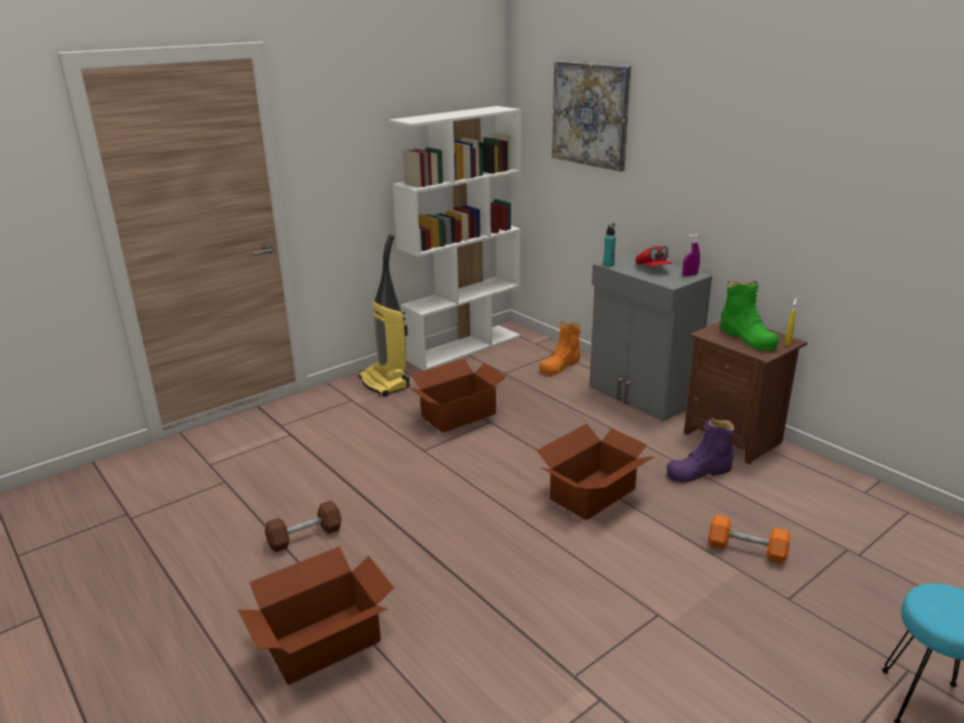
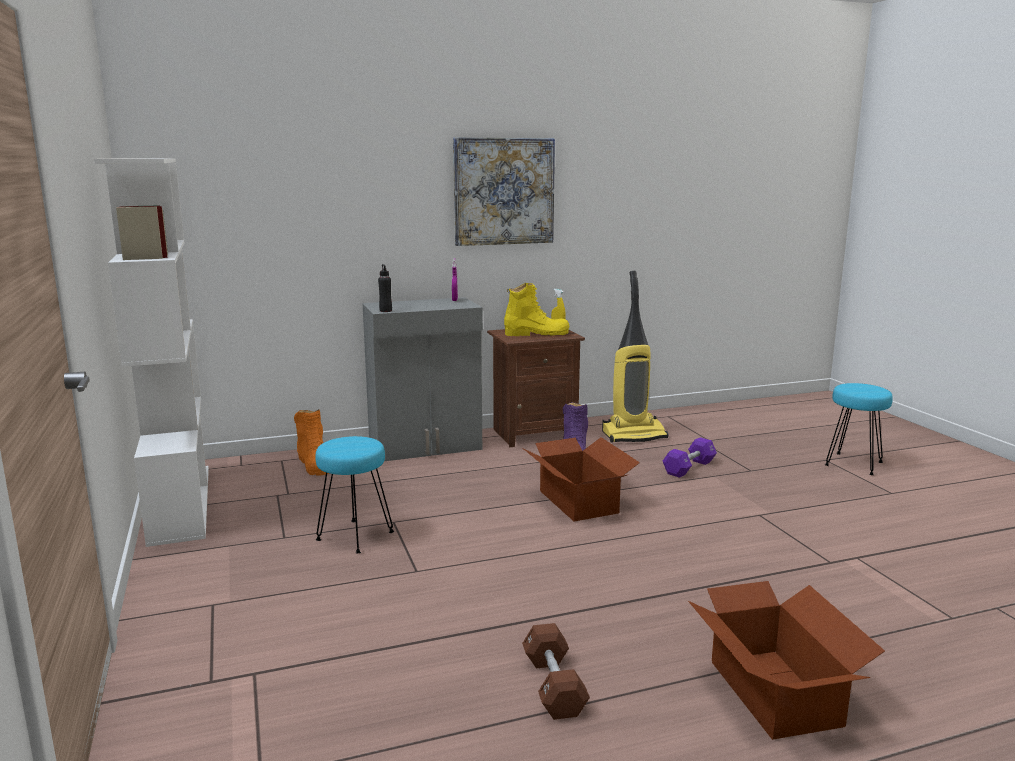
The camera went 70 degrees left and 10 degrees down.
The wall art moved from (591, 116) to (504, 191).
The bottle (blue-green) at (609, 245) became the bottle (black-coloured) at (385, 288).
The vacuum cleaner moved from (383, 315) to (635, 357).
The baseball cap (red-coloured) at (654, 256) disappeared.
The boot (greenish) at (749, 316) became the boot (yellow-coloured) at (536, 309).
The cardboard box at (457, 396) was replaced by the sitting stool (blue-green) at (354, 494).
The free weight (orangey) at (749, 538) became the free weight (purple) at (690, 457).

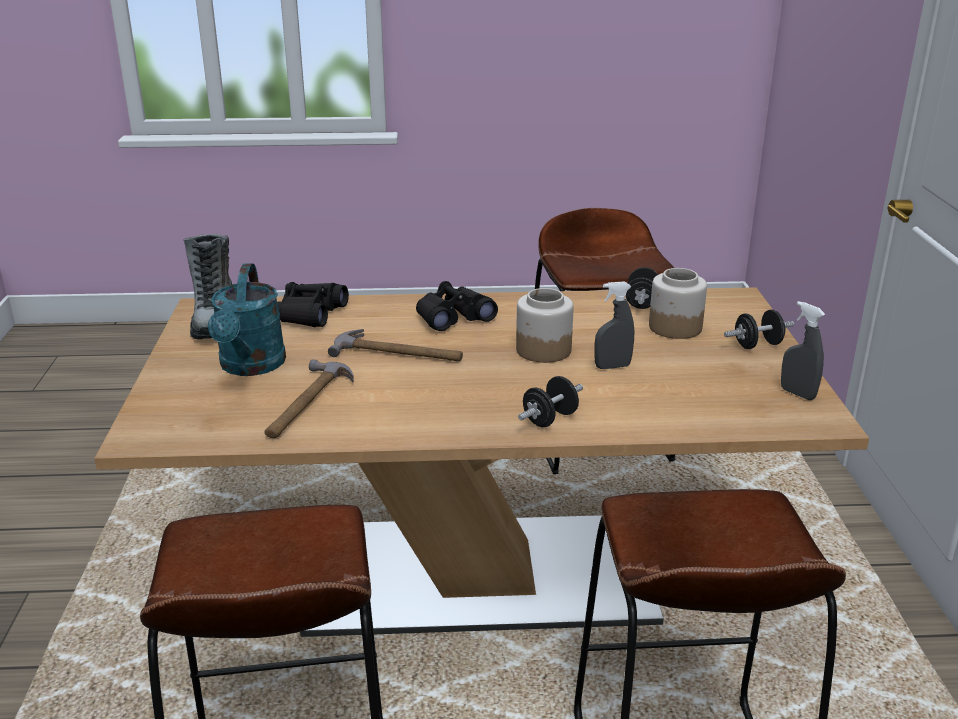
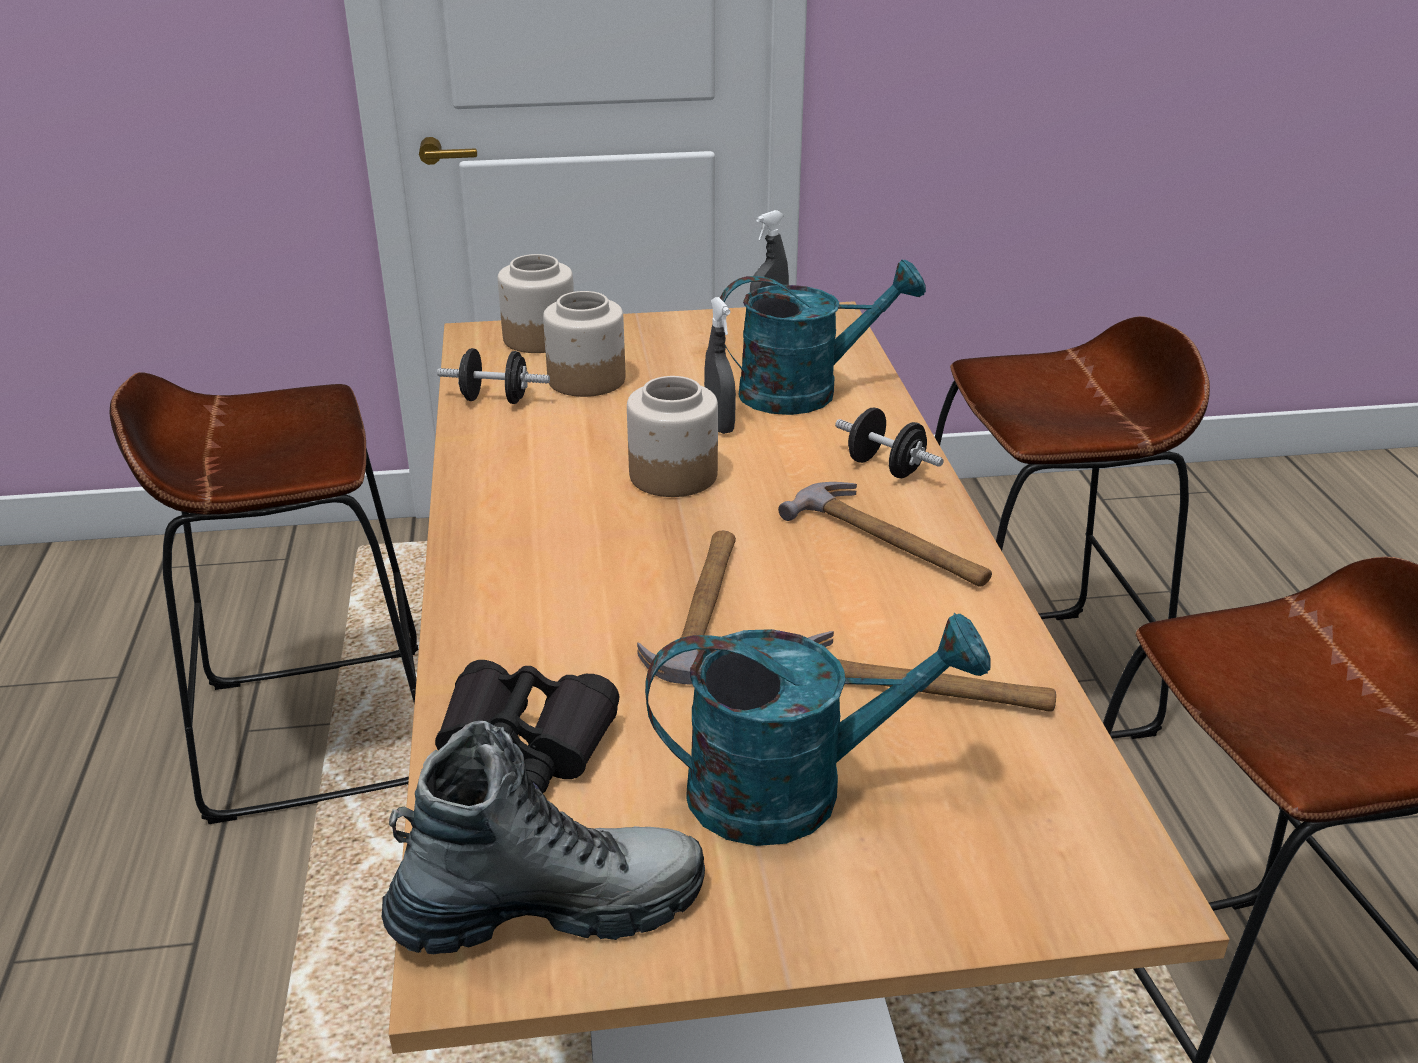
The camera went 95 degrees left and 5 degrees up.
The field glasses (black-coloured) at (457, 306) disappeared.
The free weight (black-coloured) at (759, 329) disappeared.
The storage jar at (536, 303) appeared.
The watering pot (blue-green) at (823, 337) appeared.
The tool hammer at (885, 534) appeared.

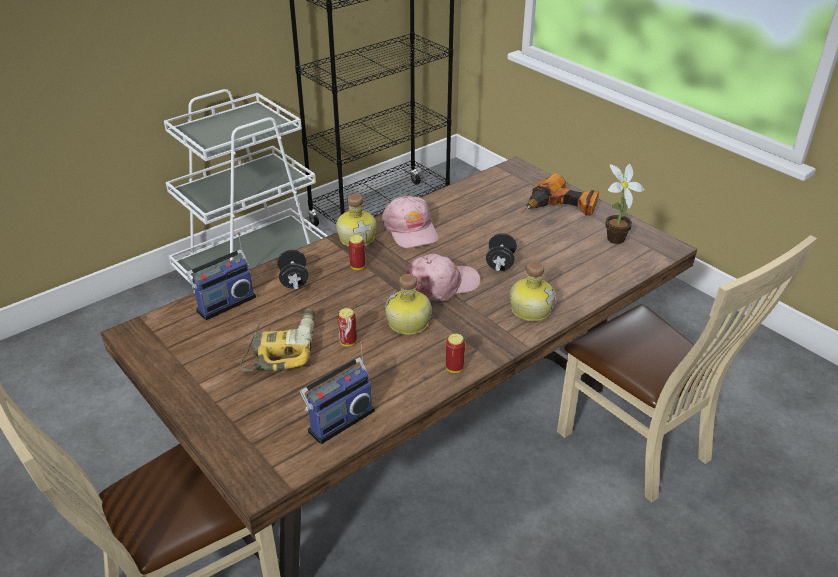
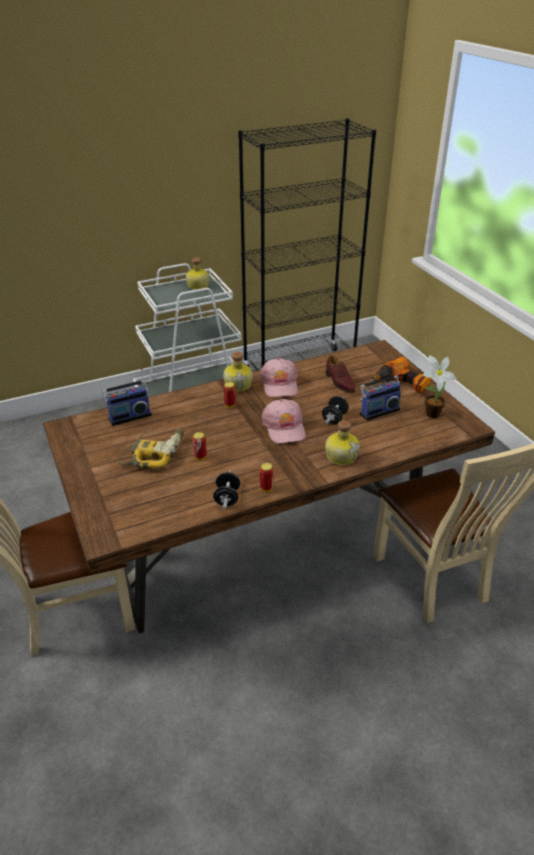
The camera went 15 degrees right and 0 degrees up.
The free weight (black-coloured) moved from (293, 269) to (226, 489).
The baseball cap (pink) at (443, 278) turned 90 degrees clockwise.
The bottle moved from (408, 304) to (197, 274).
The radio set moved from (337, 392) to (380, 392).
The item of footwear (brownish) at (340, 374) appeared.

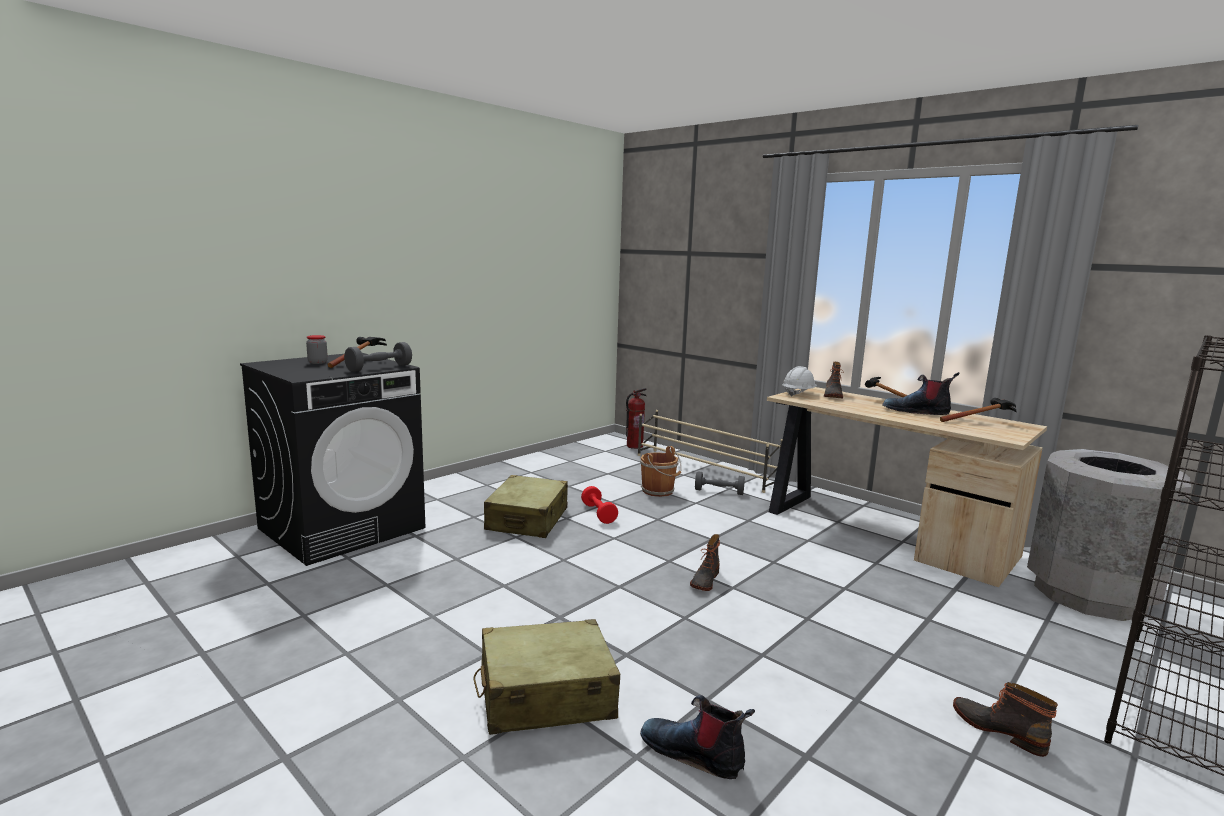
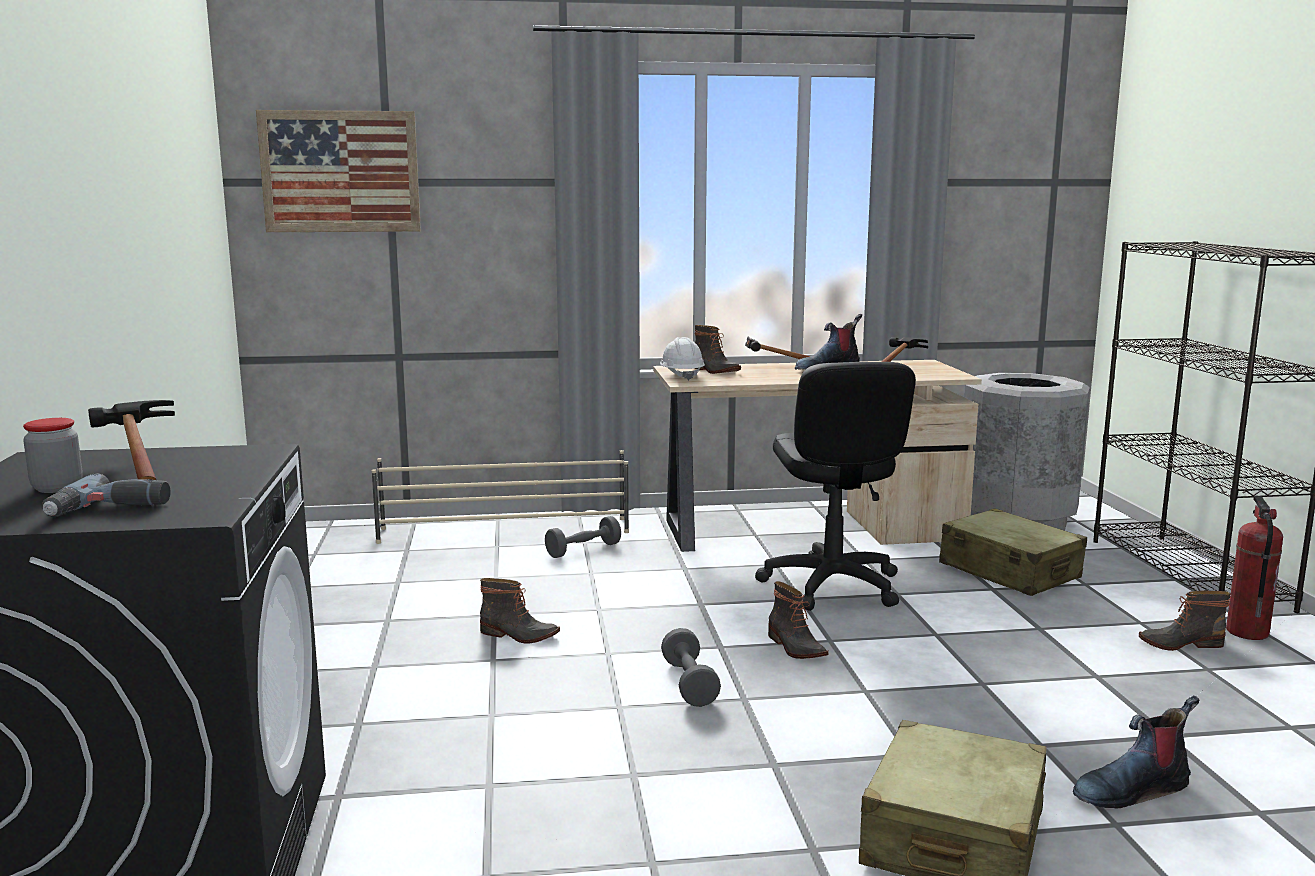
The camera went 50 degrees left and 0 degrees up.
The free weight (grey) moved from (378, 357) to (691, 667).
The extinguisher moved from (636, 418) to (1254, 567).
The pail (brownish) at (661, 471) disappeared.
The travel case (beige-coloured) moved from (526, 506) to (1013, 552).
The free weight (red-coloured) at (599, 505) was replaced by the boot at (520, 611).
The wall art at (338, 171) appeared.
The desk chair (black-coloured) at (835, 486) appeared.
The drill at (106, 495) appeared.

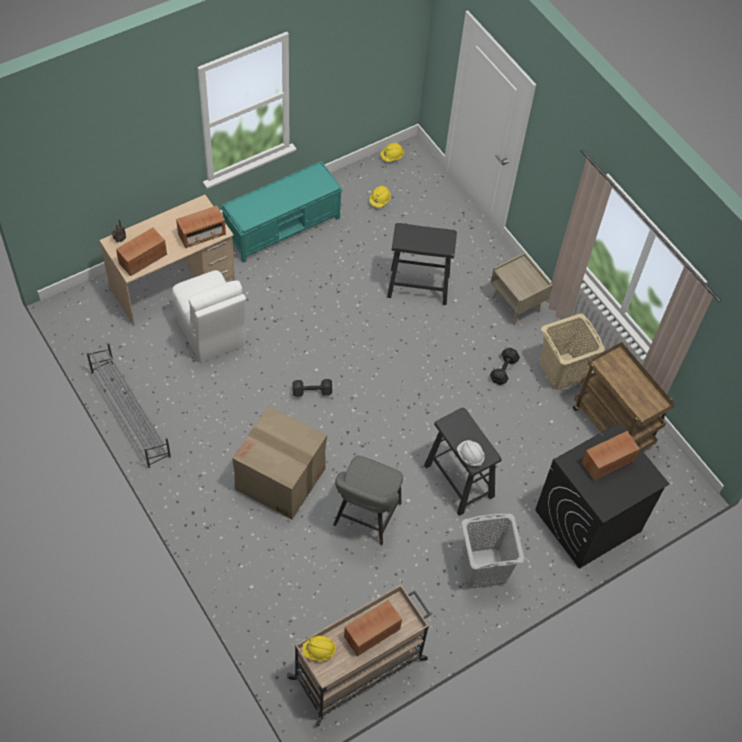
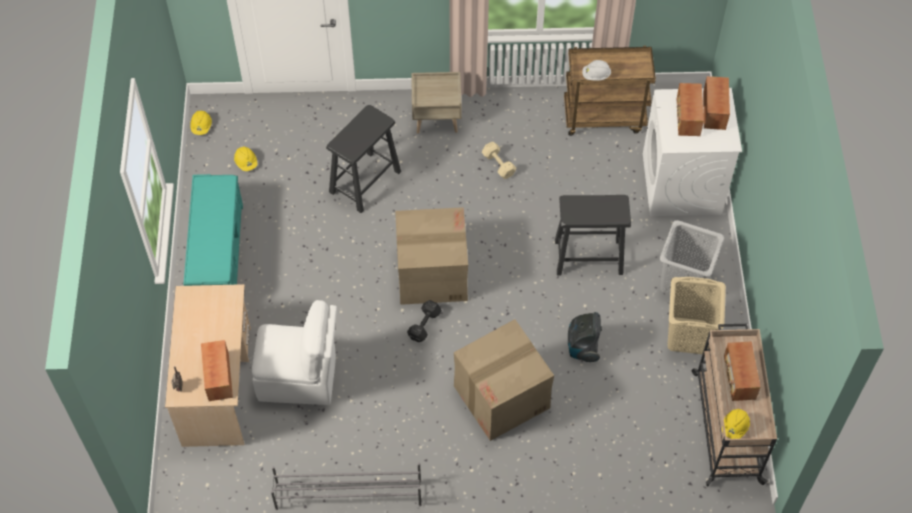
The camera went 55 degrees left and 0 degrees up.
The radio set moved from (201, 227) to (716, 103).
The washing basket (beige-coloured) moved from (572, 352) to (696, 315).
The free weight (black-coloured) at (505, 366) became the free weight (beige-coloured) at (499, 160).
The laundry machine (black-coloured) at (602, 496) became the laundry machine (white-coloured) at (692, 152).
The work helmet (white-coloured) moved from (471, 453) to (596, 70).
The sitting stool (grey) at (368, 500) was replaced by the vacuum cleaner at (585, 337).
The cardboard box at (431, 256) appeared.

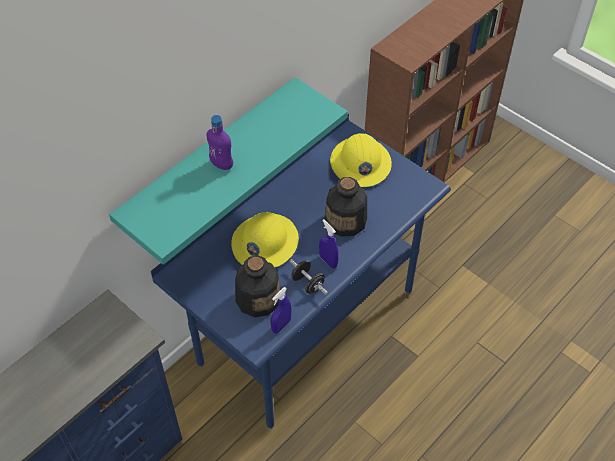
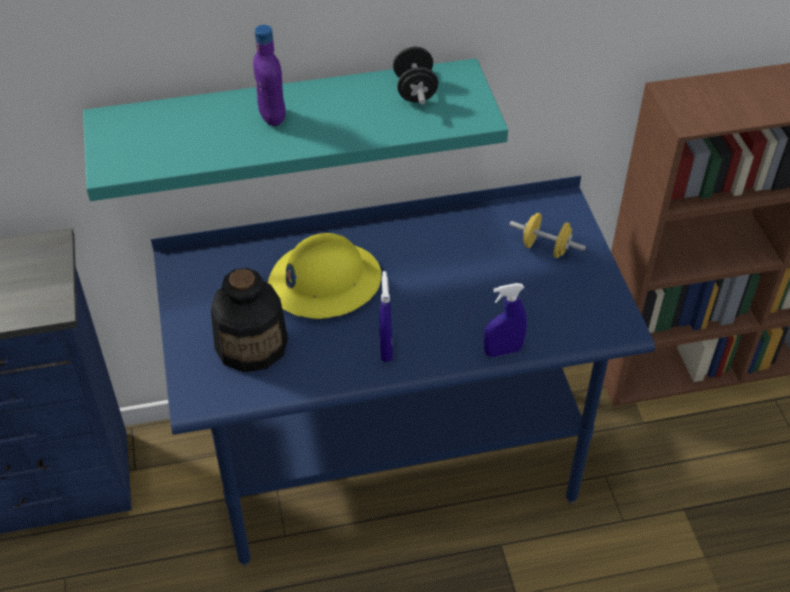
The camera went 35 degrees right and 5 degrees down.
The work helmet (yellow-coloured) at (361, 160) was replaced by the free weight (yellow-coloured) at (547, 235).
The bottle at (345, 207) disappeared.
The free weight (black-coloured) moved from (308, 277) to (415, 75).
The spray bottle (bluish) moved from (281, 310) to (505, 320).

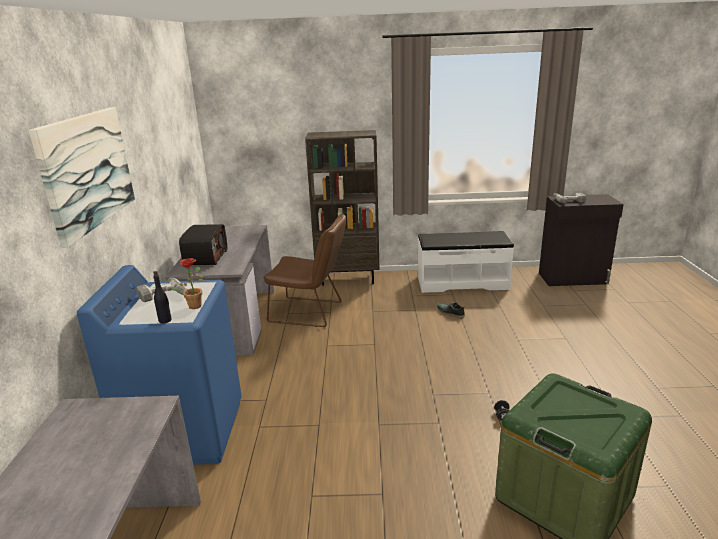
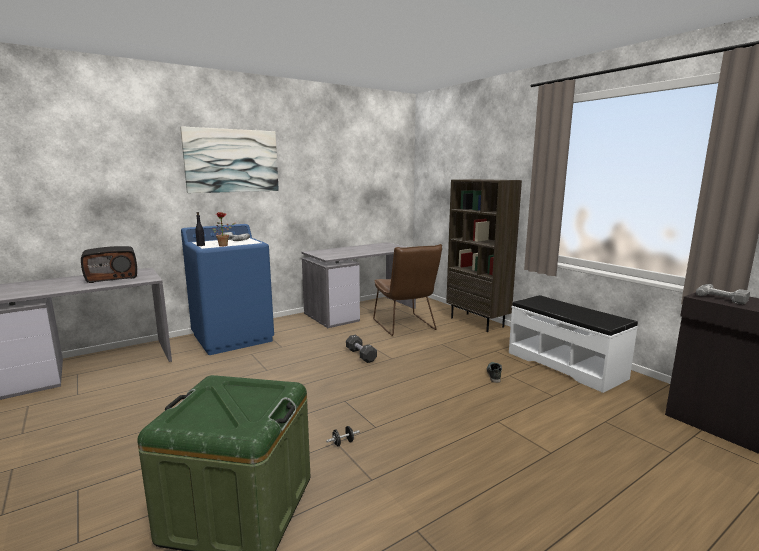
The camera went 55 degrees right and 10 degrees down.
The radio set moved from (203, 244) to (109, 264).
The free weight (black-coloured) at (361, 349) appeared.

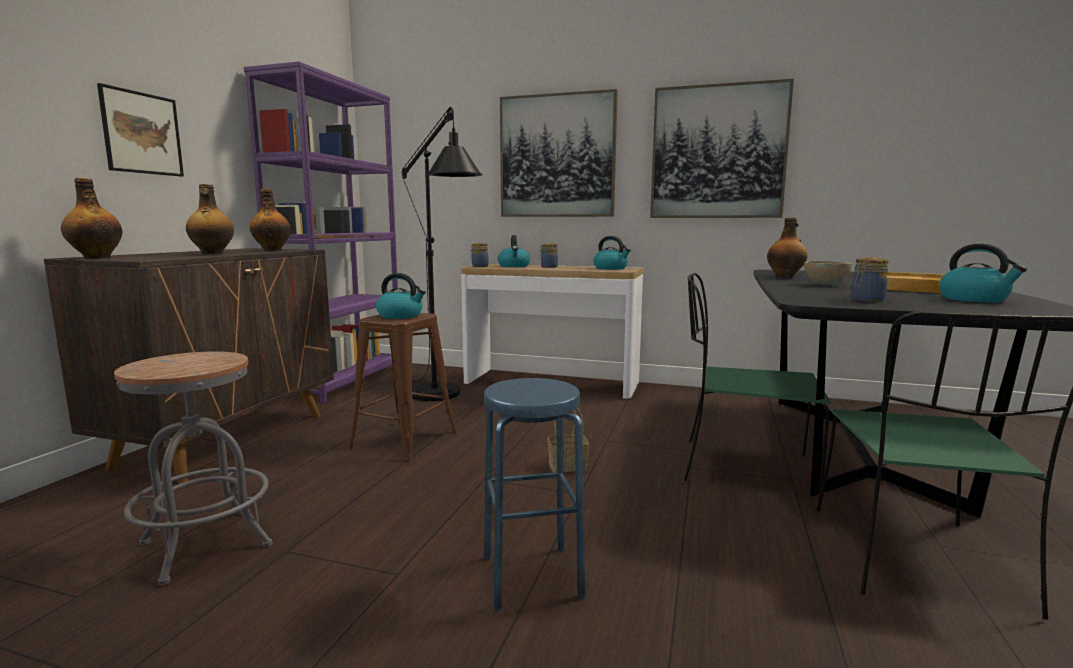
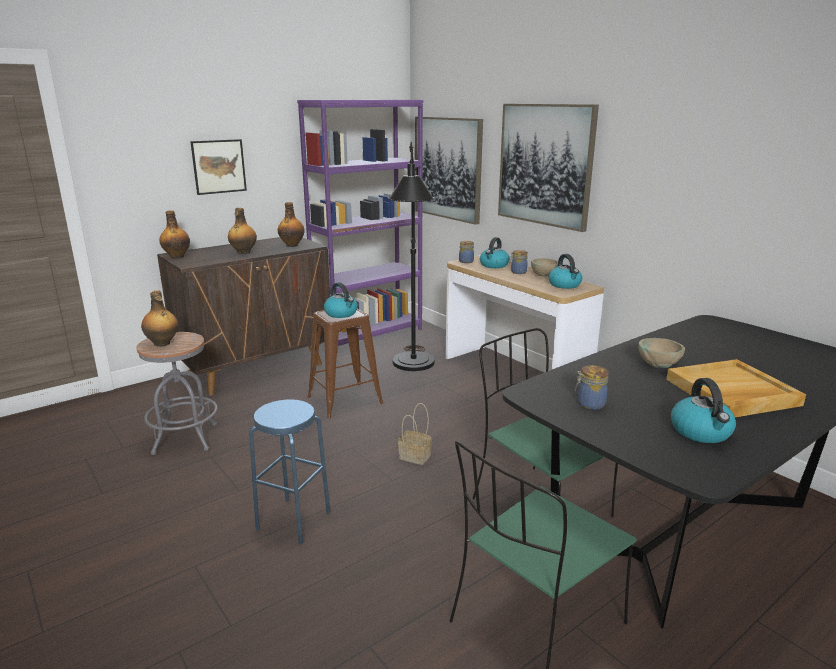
The camera went 35 degrees right and 10 degrees up.
The wall art moved from (722, 148) to (449, 171).
The bottle moved from (787, 247) to (159, 318).
The serving bowl (beige-coloured) at (544, 267) appeared.

